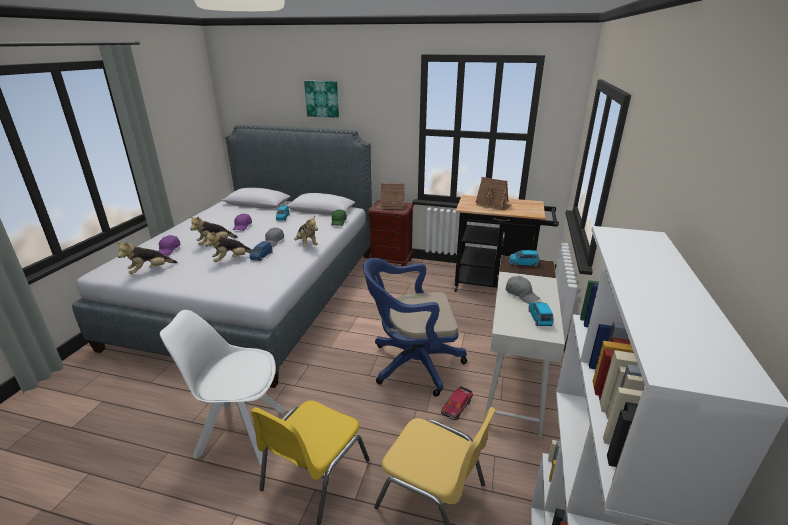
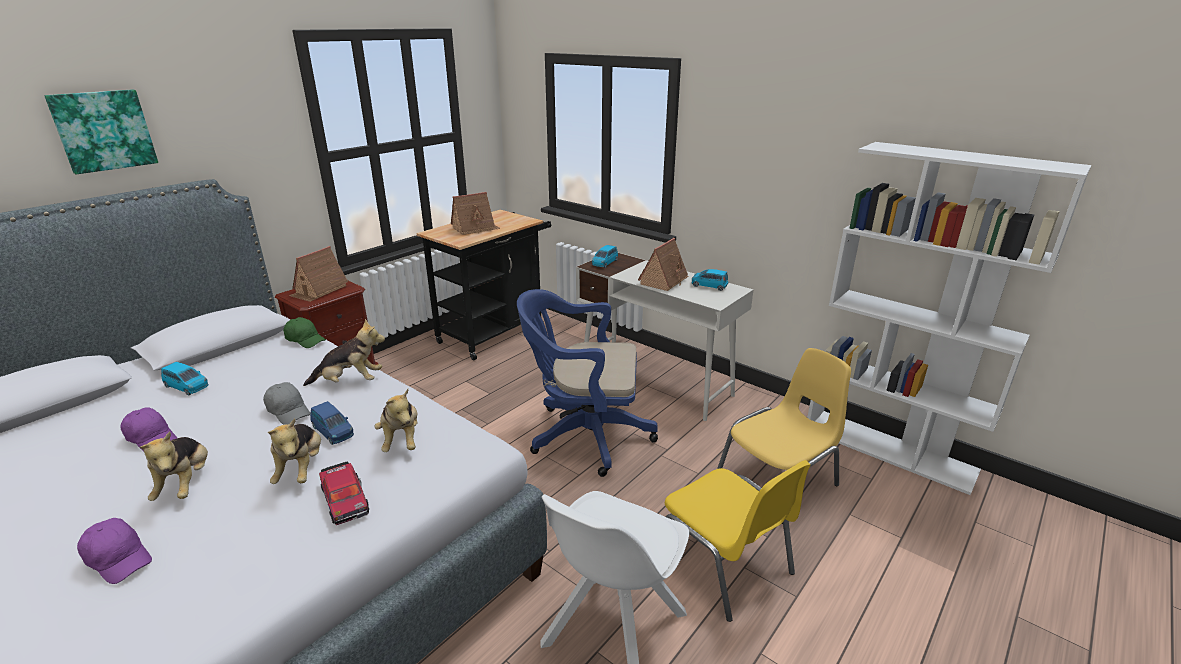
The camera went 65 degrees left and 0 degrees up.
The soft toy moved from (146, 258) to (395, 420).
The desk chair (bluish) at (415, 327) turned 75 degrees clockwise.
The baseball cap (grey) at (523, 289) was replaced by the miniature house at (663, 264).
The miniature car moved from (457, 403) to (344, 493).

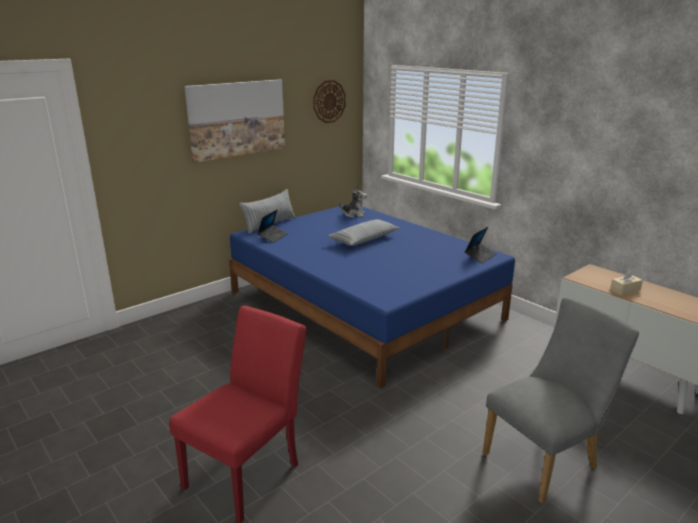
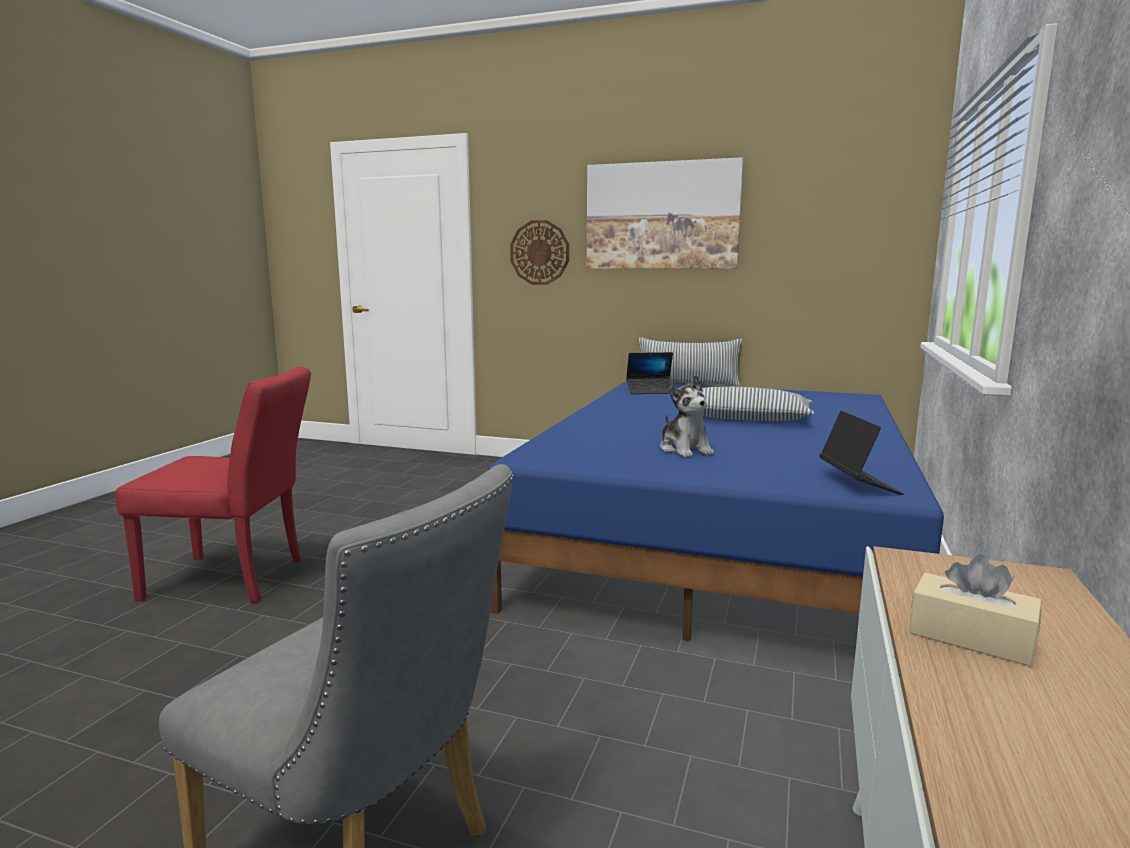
The camera went 60 degrees right and 10 degrees down.
The wall clock moved from (329, 101) to (539, 252).
The soft toy moved from (353, 201) to (687, 416).
The portable computer at (480, 245) turned 105 degrees counterclockwise.

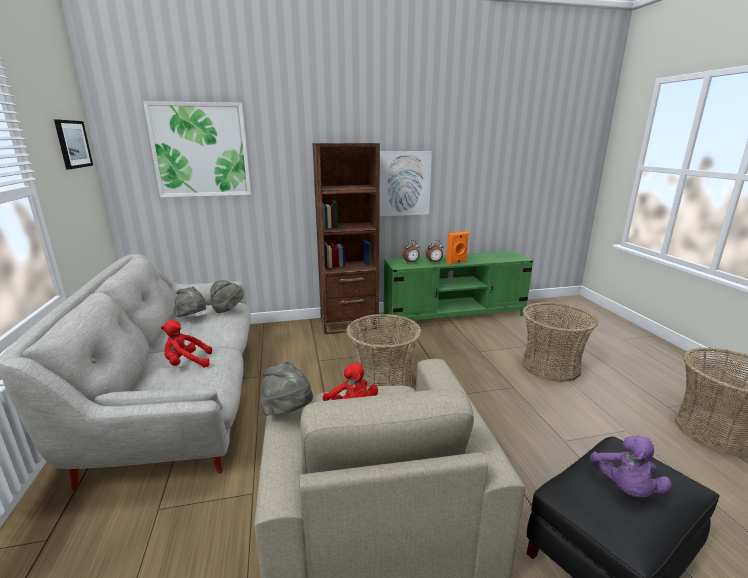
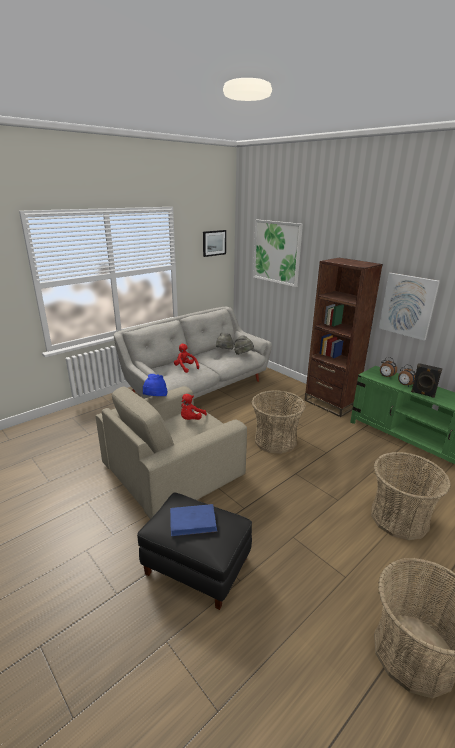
The camera went 60 degrees right and 5 degrees up.
The speaker (orangey) at (457, 247) became the speaker (black-coloured) at (426, 380).
The clothing hat (grey) at (286, 388) became the clothing hat (bluish) at (155, 385).
The soft toy (purple) at (631, 466) was replaced by the book (bluish) at (193, 520).

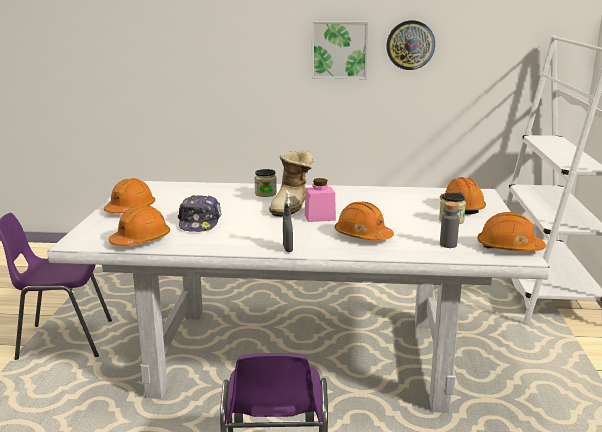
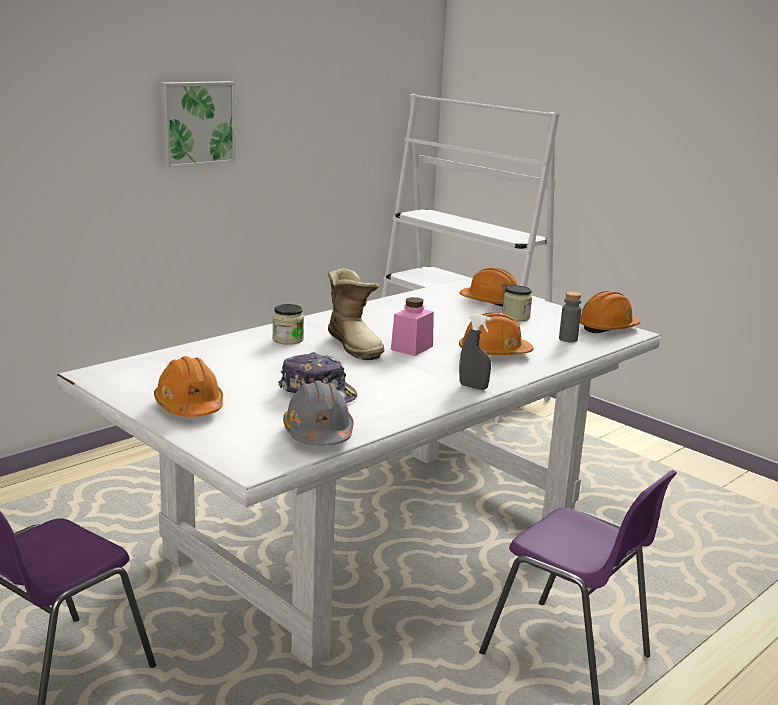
The camera went 50 degrees left and 0 degrees up.
The wall clock at (410, 45) disappeared.
The work helmet (orangey) at (139, 225) became the work helmet (grey) at (318, 413).

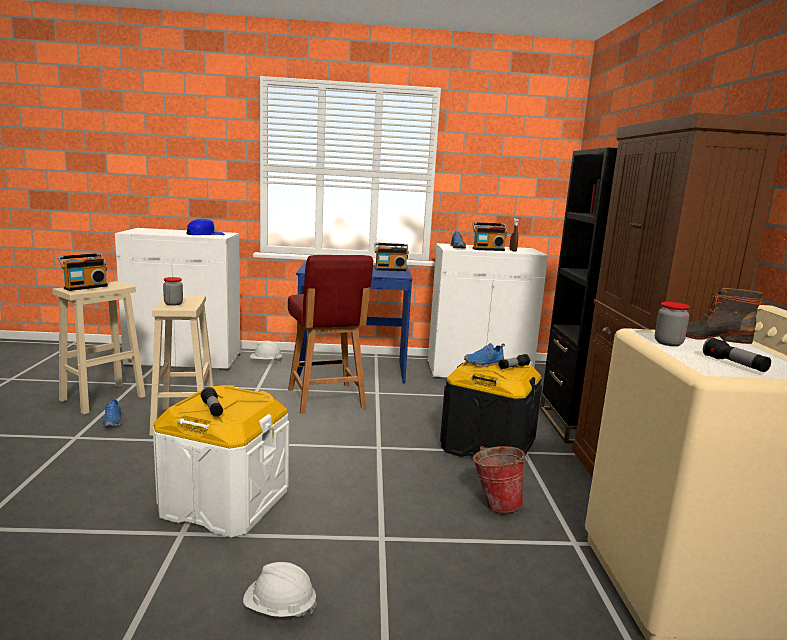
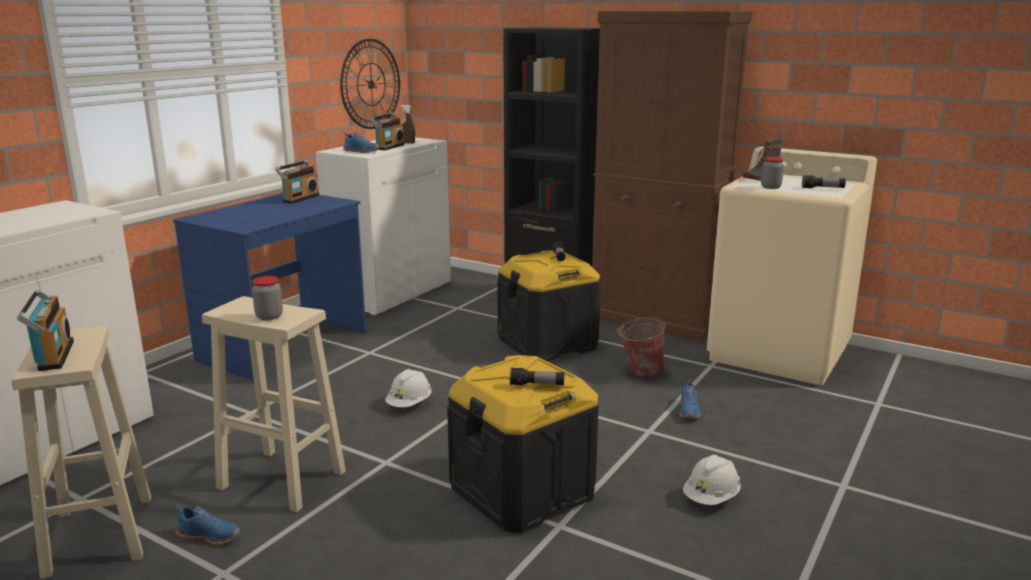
The camera went 55 degrees left and 5 degrees up.
The baseball cap (bluish) at (205, 227) disappeared.
The upright chair (red-coloured) at (330, 334) disappeared.
The work helmet (white-coloured) moved from (266, 351) to (408, 388).
The item of footwear (bluish) moved from (484, 355) to (690, 398).
The storage bin (white-coloured) at (221, 461) became the storage bin (black-coloured) at (523, 444).
The wall clock at (370, 84) appeared.

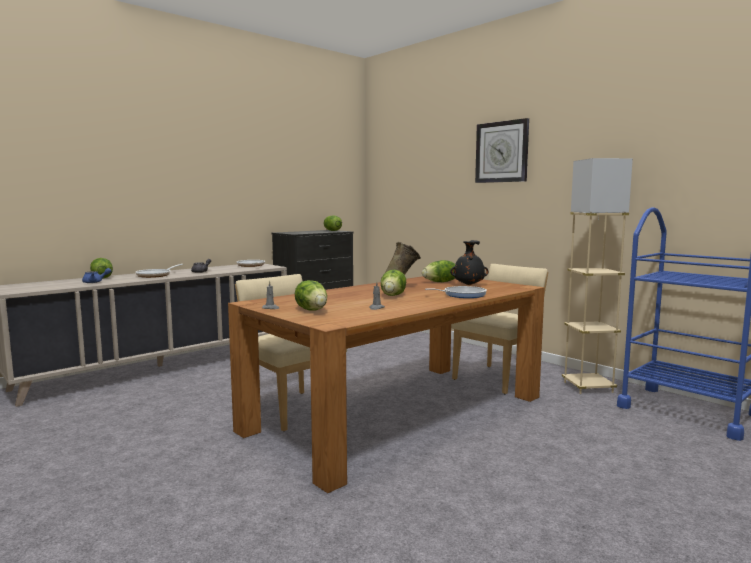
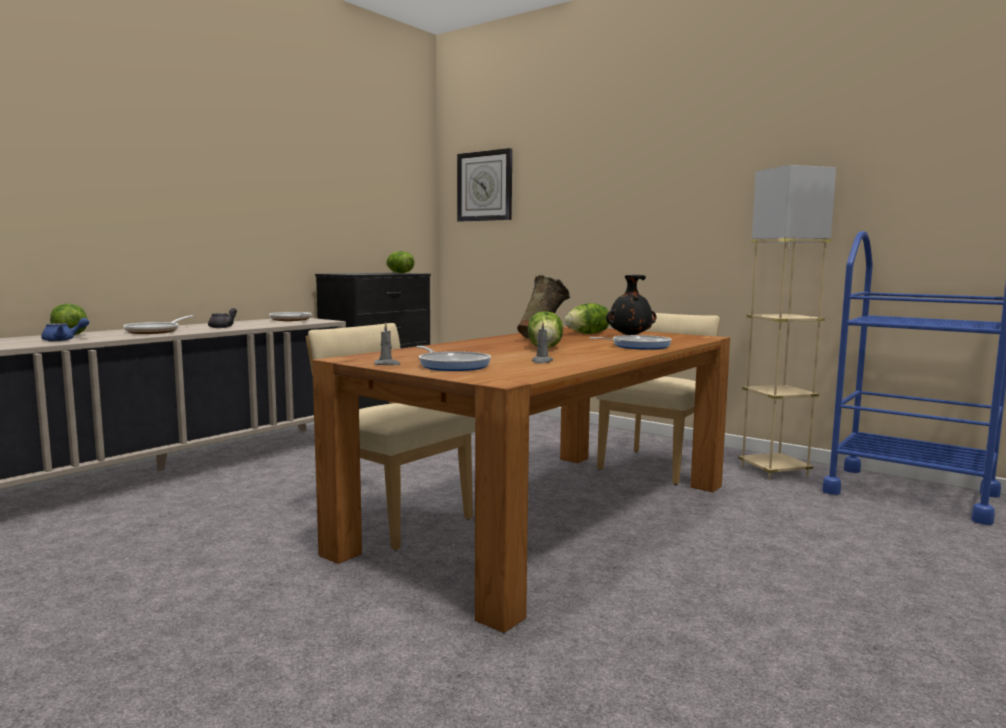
The camera went 10 degrees left and 0 degrees up.
The wall clock moved from (502, 150) to (484, 185).
The head of lettuce at (311, 295) was replaced by the frying pan at (453, 358).

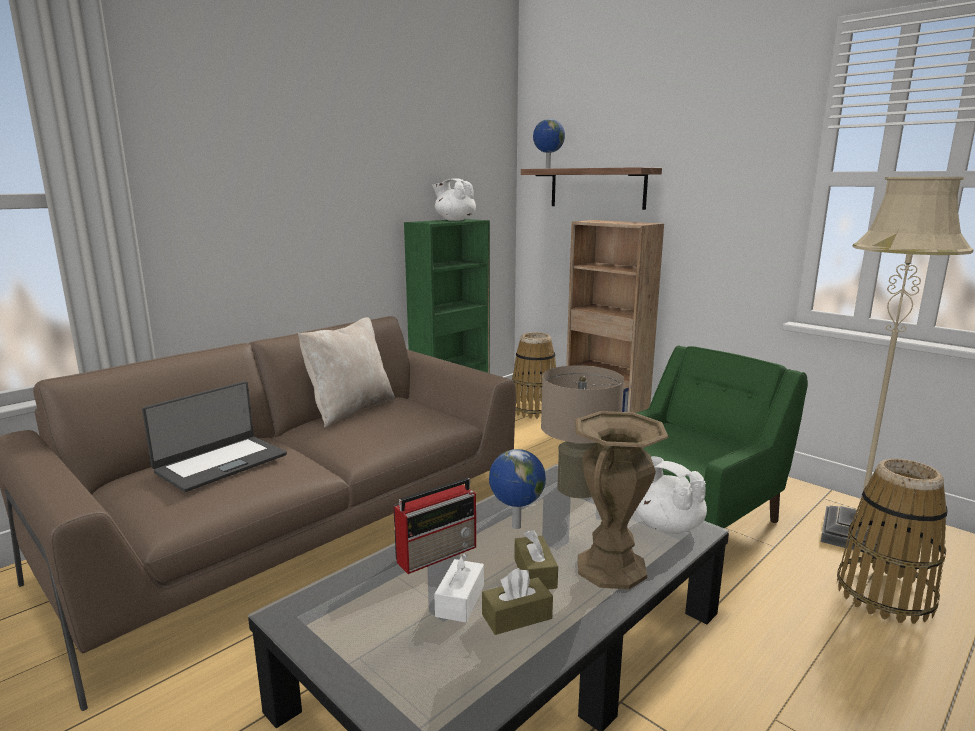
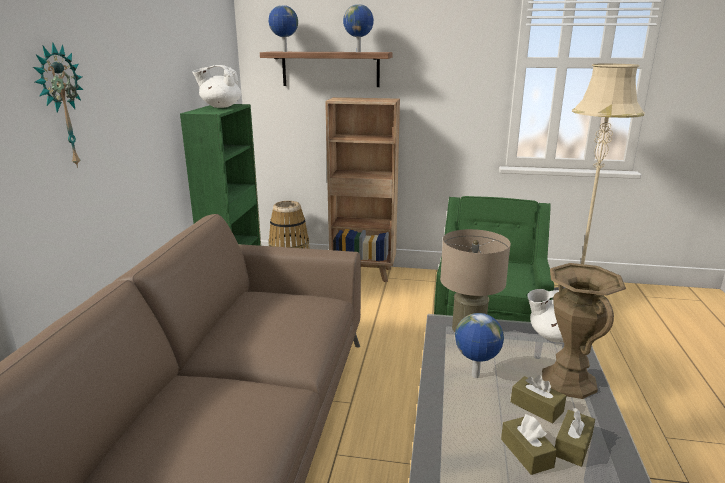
The camera went 35 degrees left and 5 degrees up.
The pillow (beige-coloured) at (346, 372) disappeared.
The portable computer at (214, 436) disappeared.
The household basket at (892, 541) disappeared.
The radio set at (434, 526) disappeared.
The tissue holder (white-coloured) at (459, 588) became the tissue holder (brownish) at (529, 444).
The desk globe at (358, 28) appeared.
The wall clock at (58, 105) appeared.

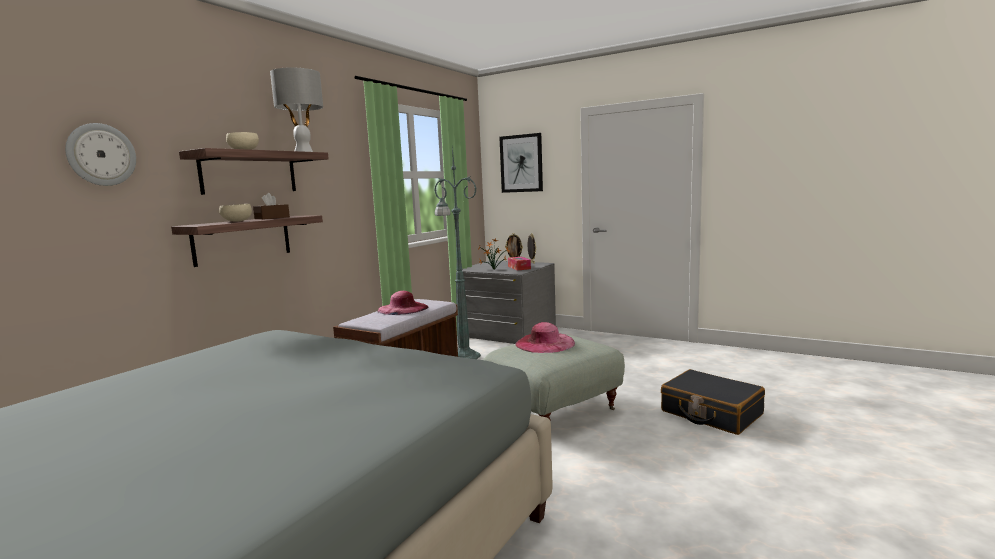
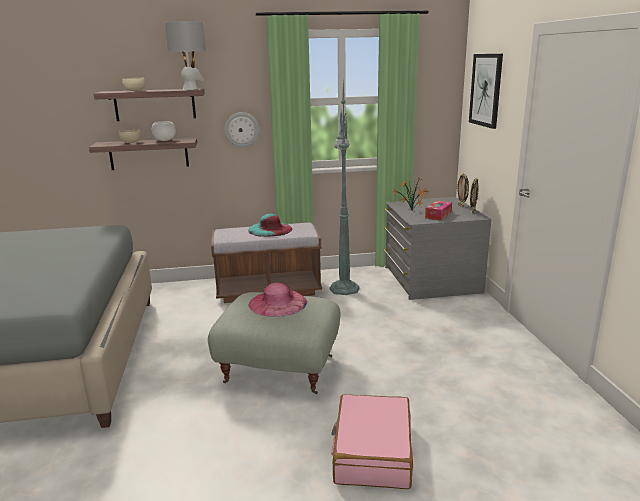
The camera went 50 degrees right and 10 degrees up.
The wall clock moved from (100, 154) to (242, 130).
The tissue holder (brownish) at (271, 206) was replaced by the serving bowl (white-coloured) at (164, 131).
The clothing hat (pink) at (403, 303) became the clothing hat (blue-green) at (270, 225).
The travel case (black-coloured) at (713, 402) became the travel case (pink) at (372, 441).

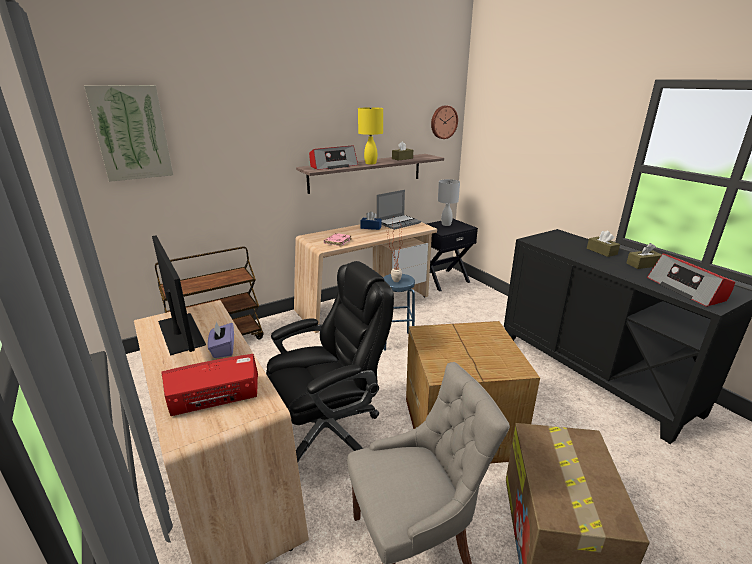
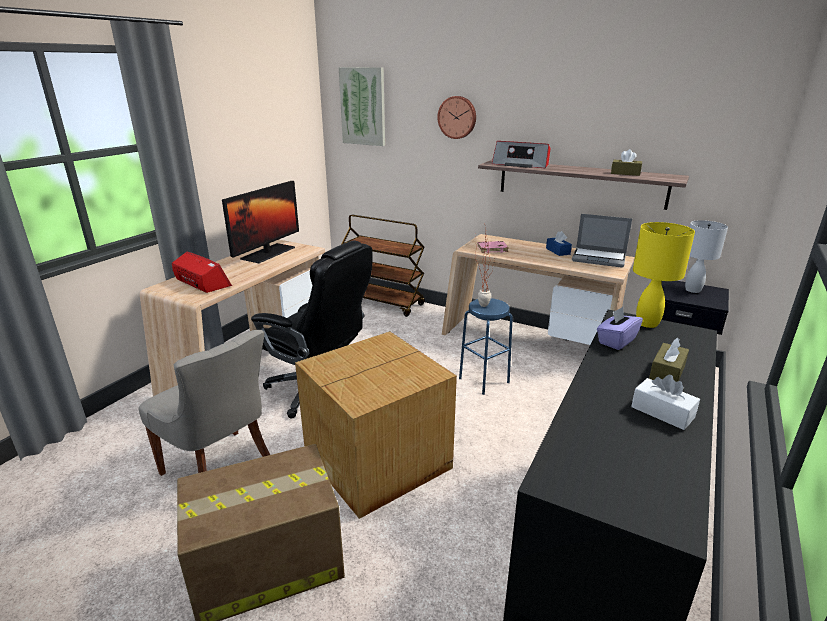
The camera went 60 degrees right and 0 degrees up.
The wall clock moved from (444, 122) to (456, 117).
The tabletop lamp (yellow-coloured) moved from (370, 135) to (664, 275).
The tissue holder (brownish) at (644, 256) became the tissue holder (white-coloured) at (665, 402).
The radio set at (691, 280) disappeared.
The tissue holder (purple) moved from (221, 340) to (620, 328).

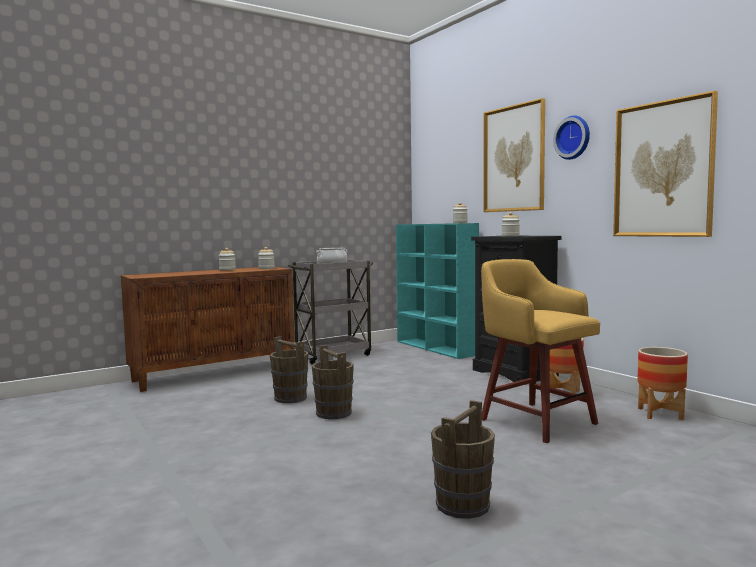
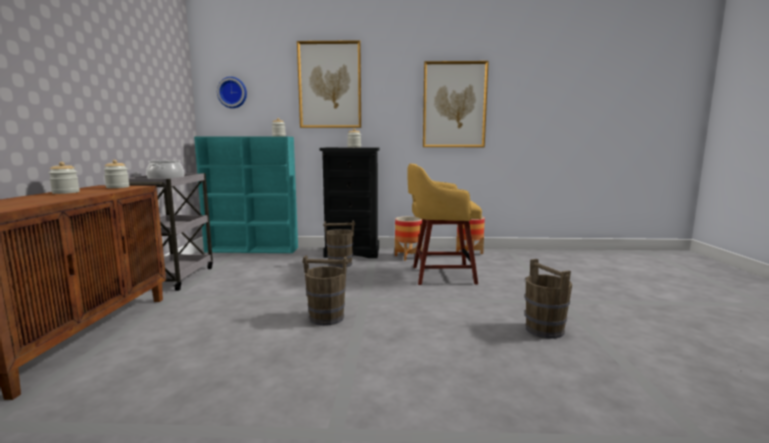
The camera went 55 degrees left and 5 degrees up.
The wall clock moved from (571, 137) to (232, 92).
The pail (brownish) moved from (289, 369) to (339, 244).

